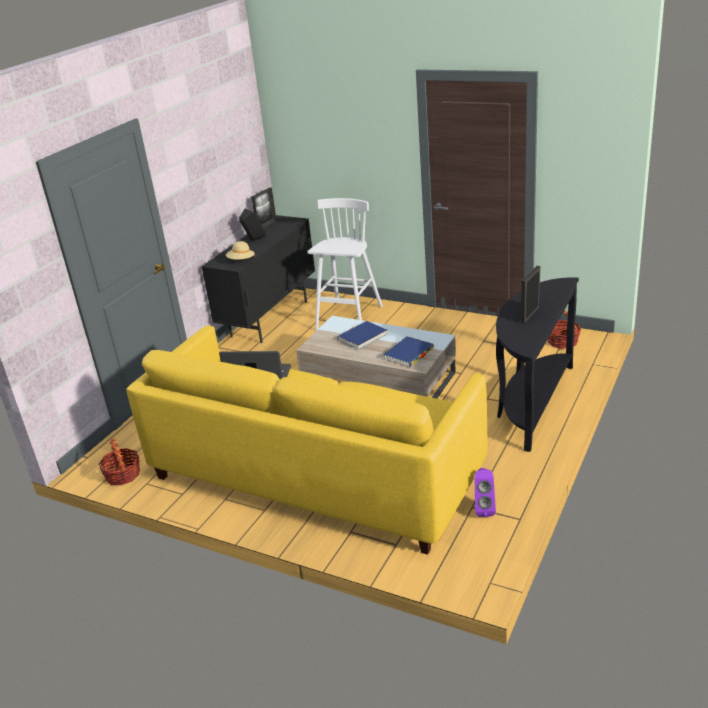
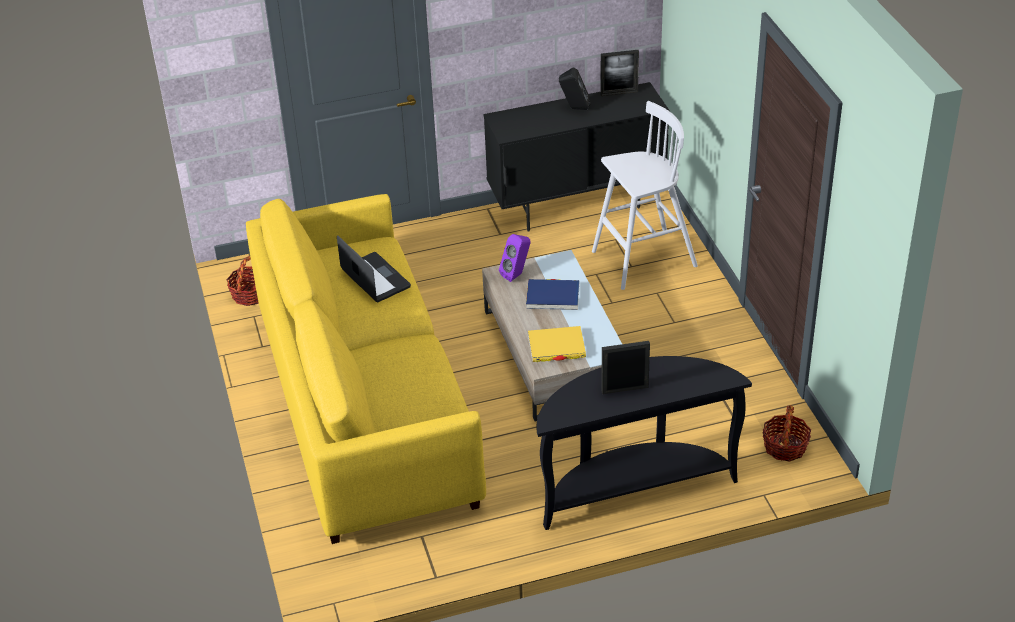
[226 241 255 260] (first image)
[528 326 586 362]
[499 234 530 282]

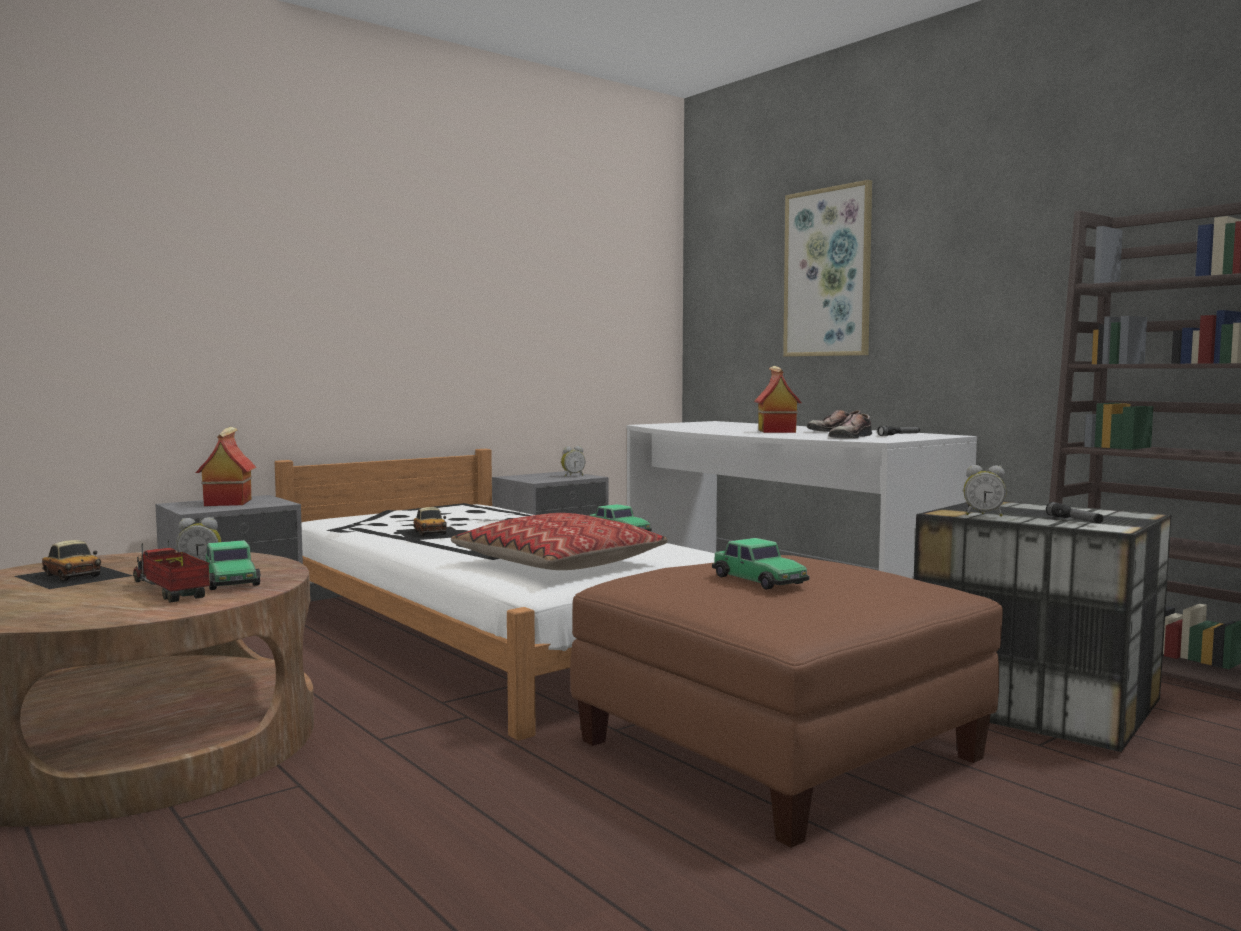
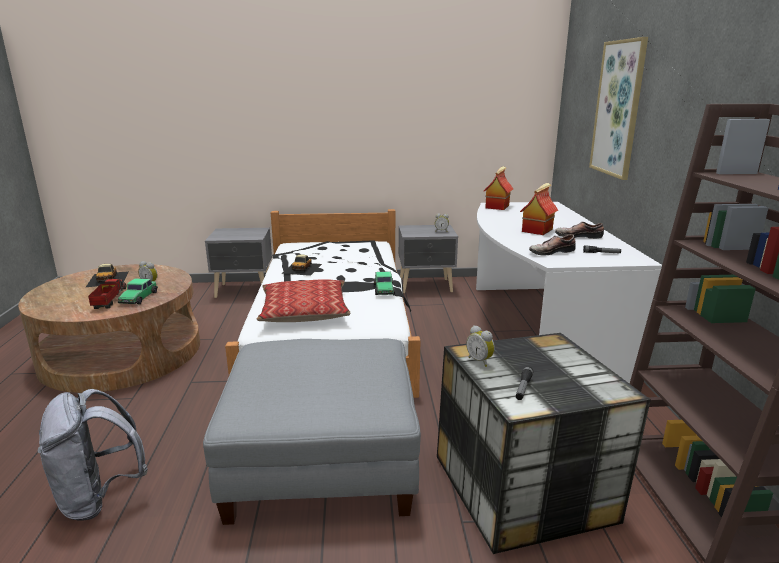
[484 166 513 210]
[712 538 809 590] (first image)
[203 339 421 525]
[38 389 148 521]

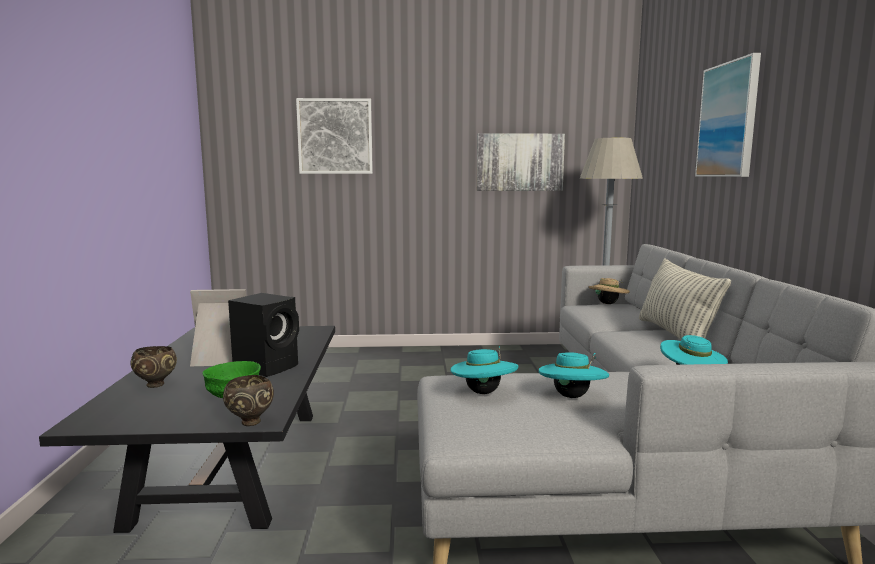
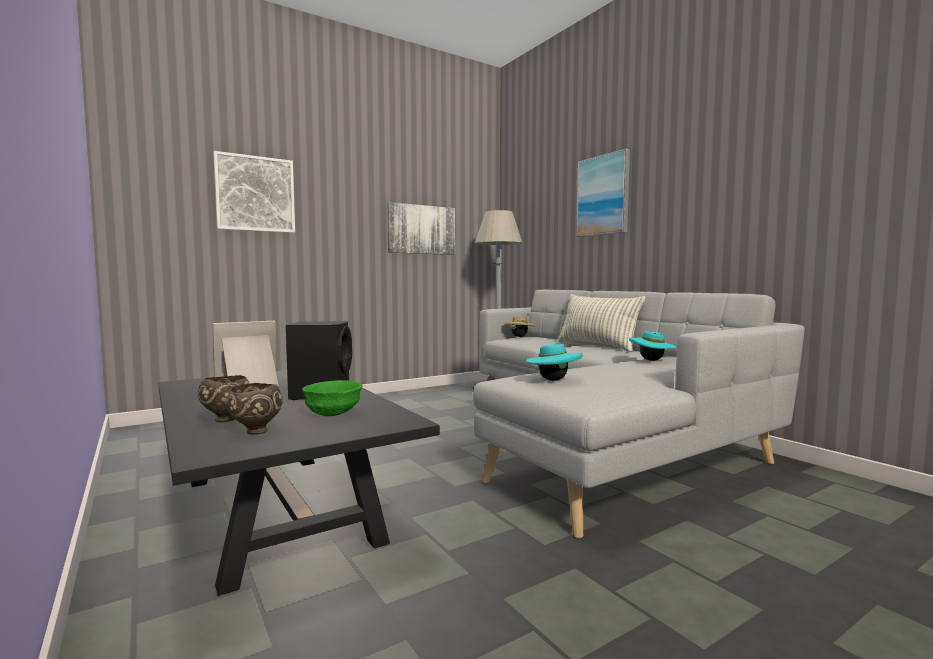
[538 352 609 398] (first image)
[226 383 283 435]

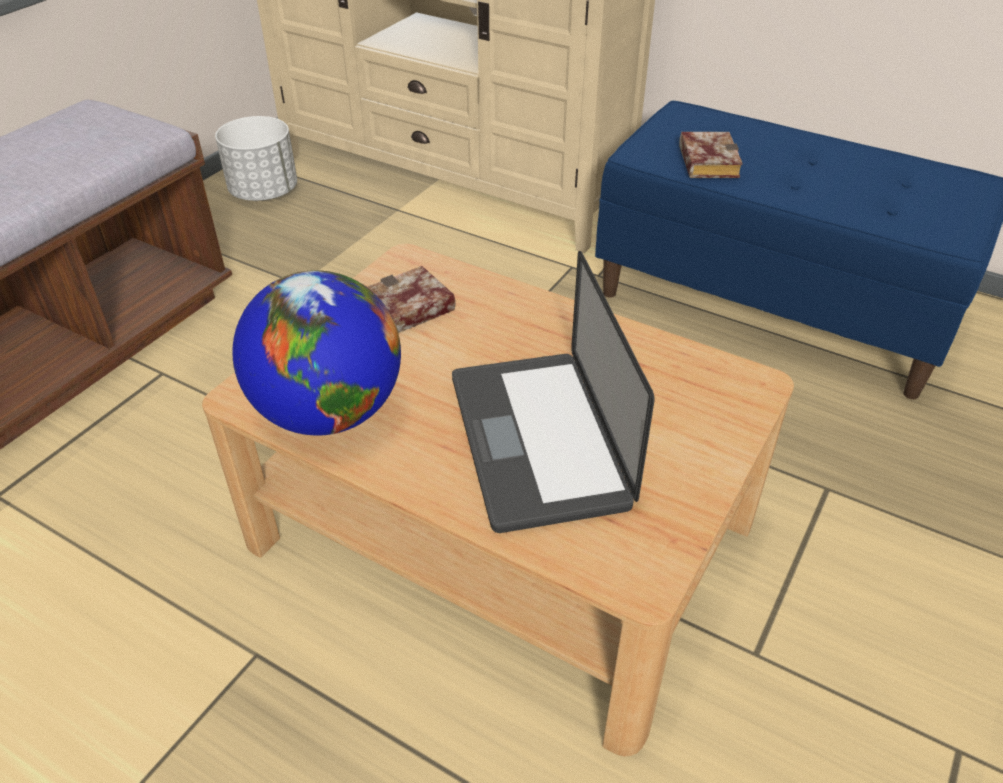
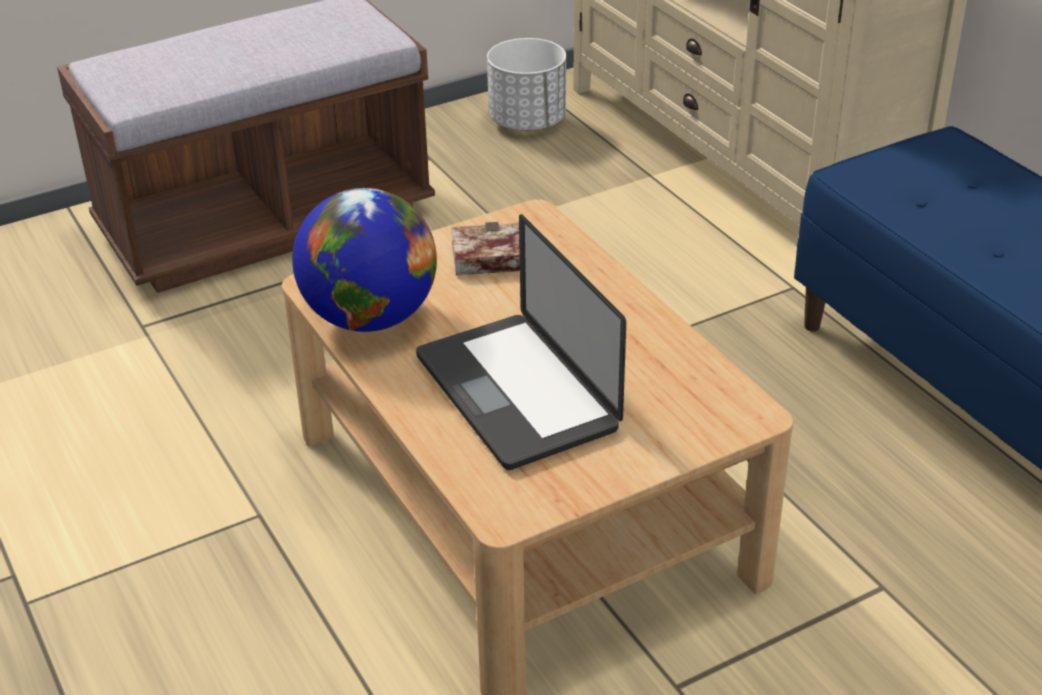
[679 132 743 178] (first image)
[416 214 626 470]

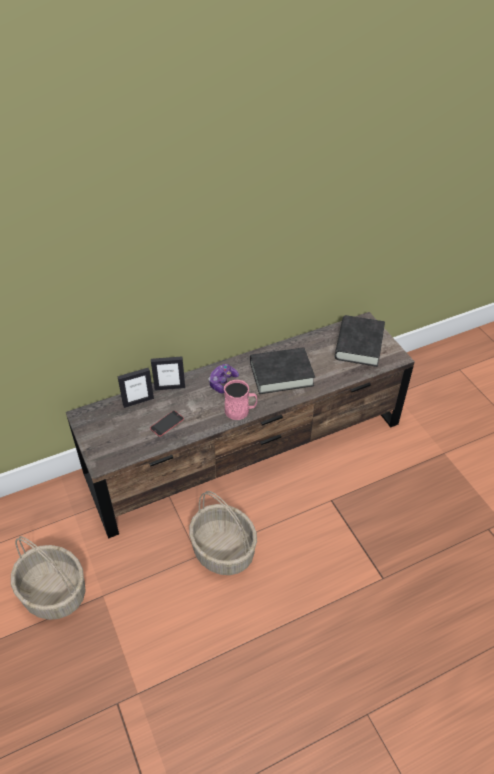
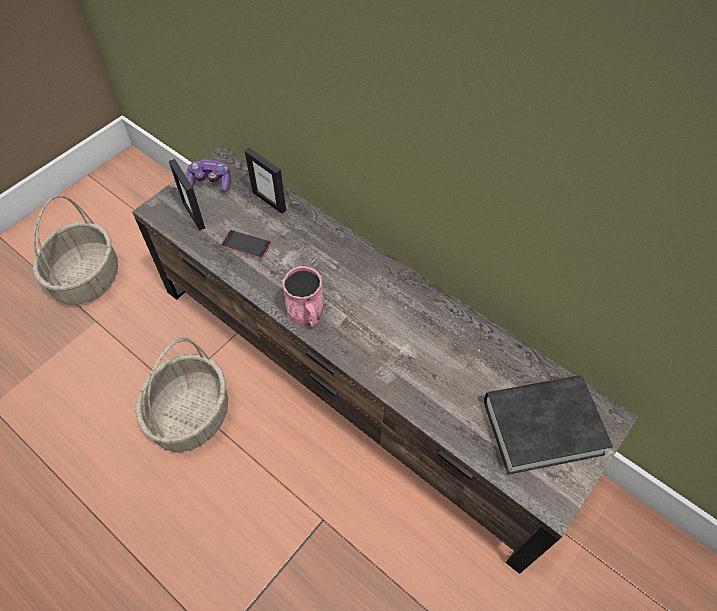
[250 347 315 394] (first image)
[169 159 205 231]
[186 160 231 192]

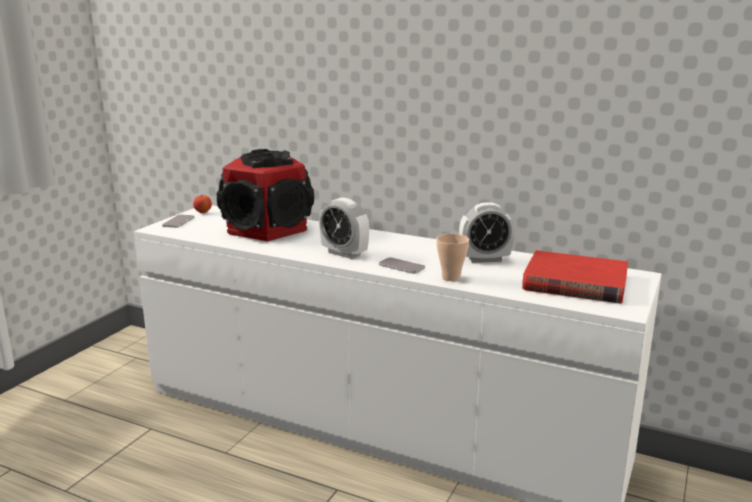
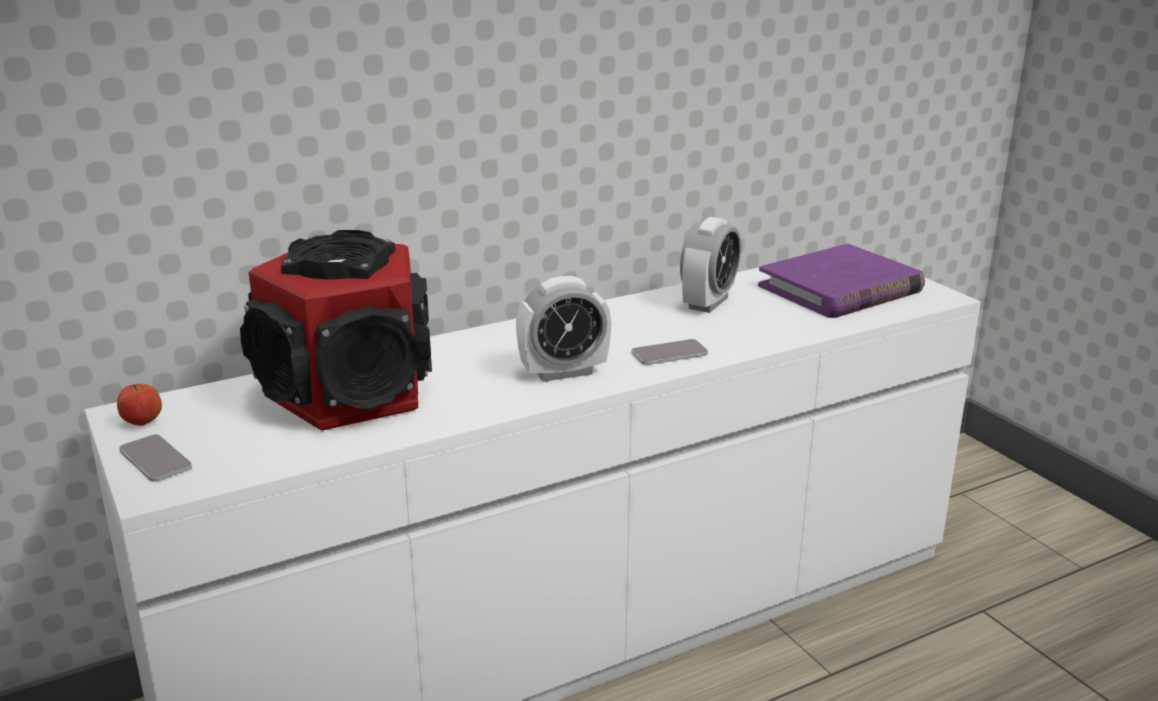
[436 234 469 281] (first image)
[758 244 925 318]

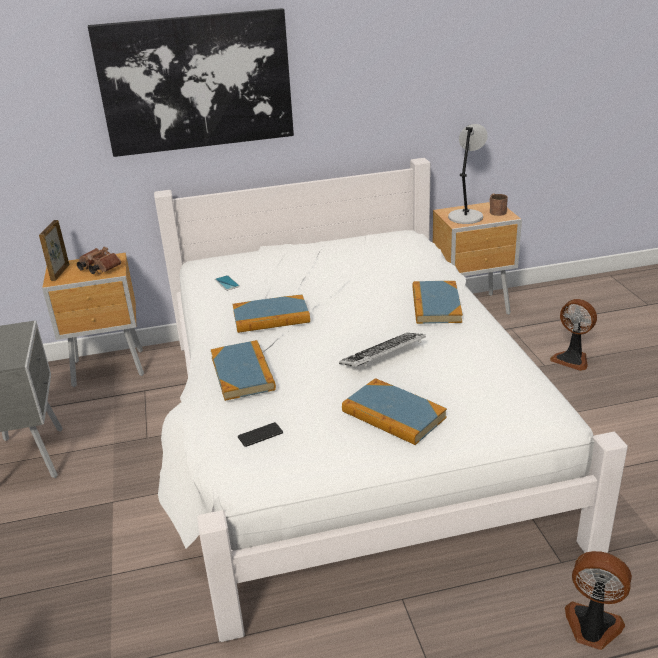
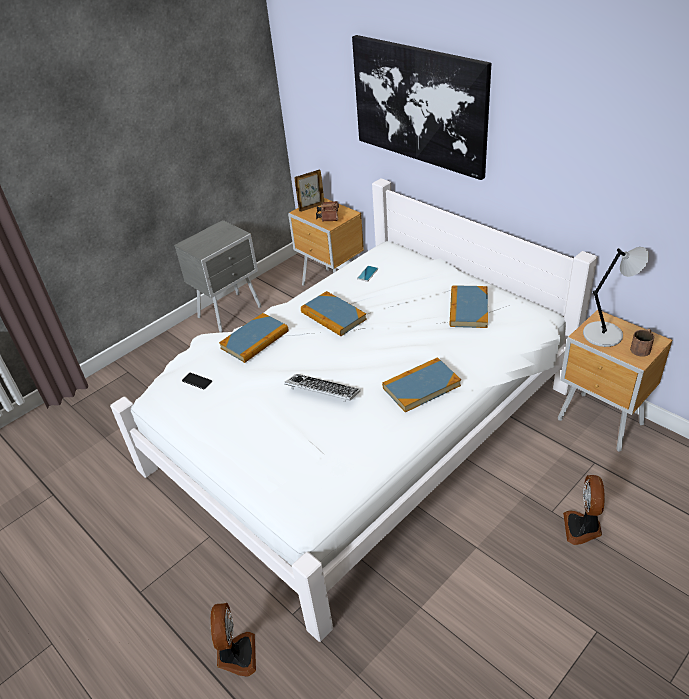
[450 285 488 328]

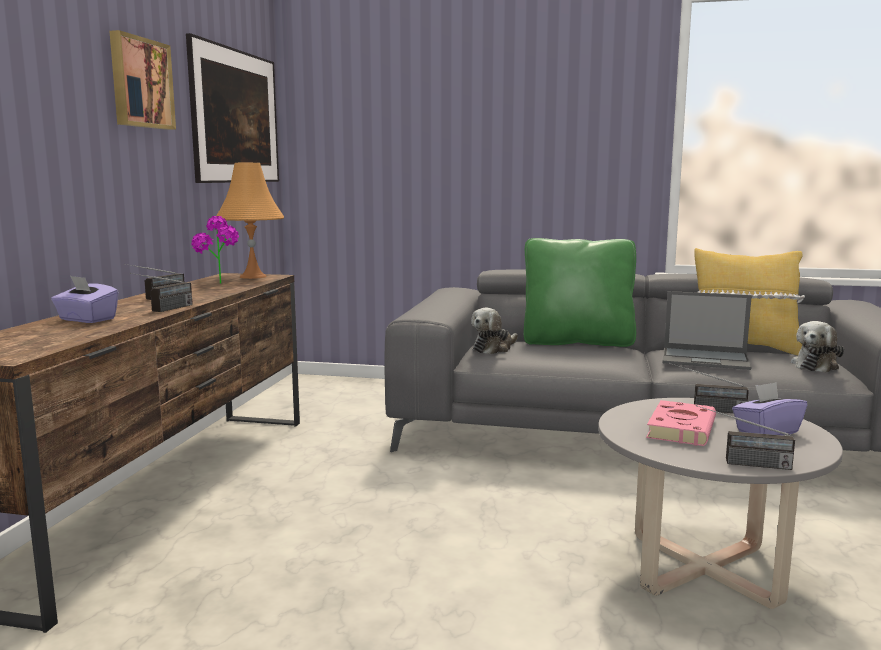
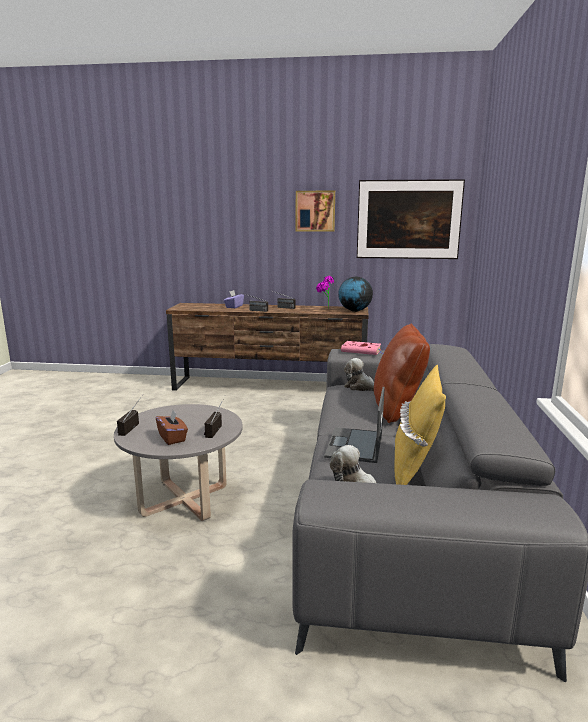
[338 277 373 312]
[374 324 430 423]
[156 410 188 445]
[341 341 384 355]

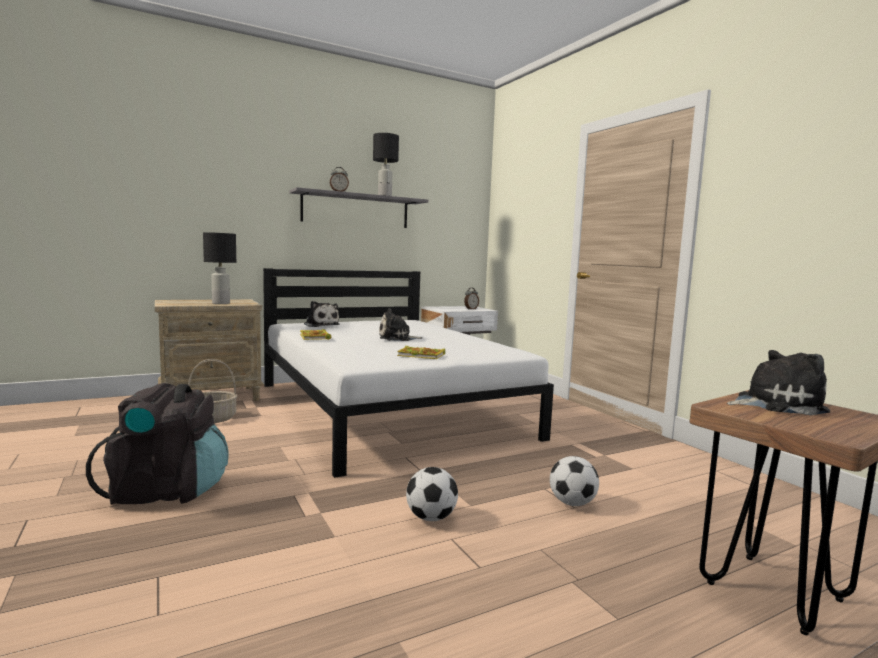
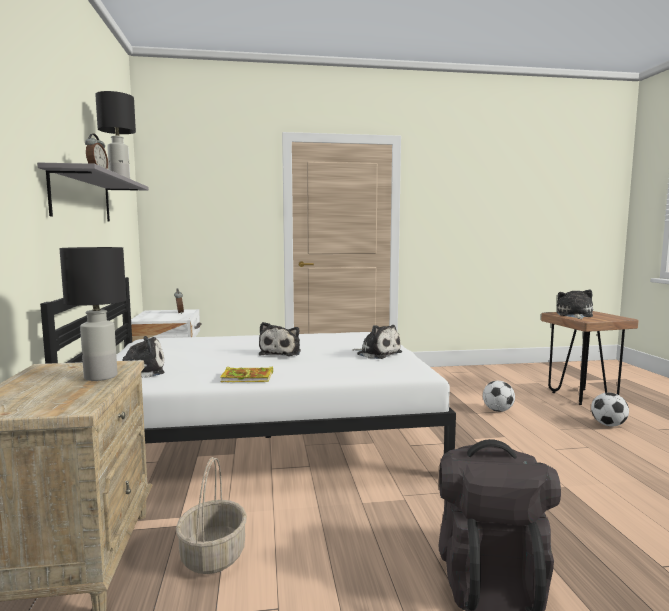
[354 325 402 359]
[591 393 629 426]

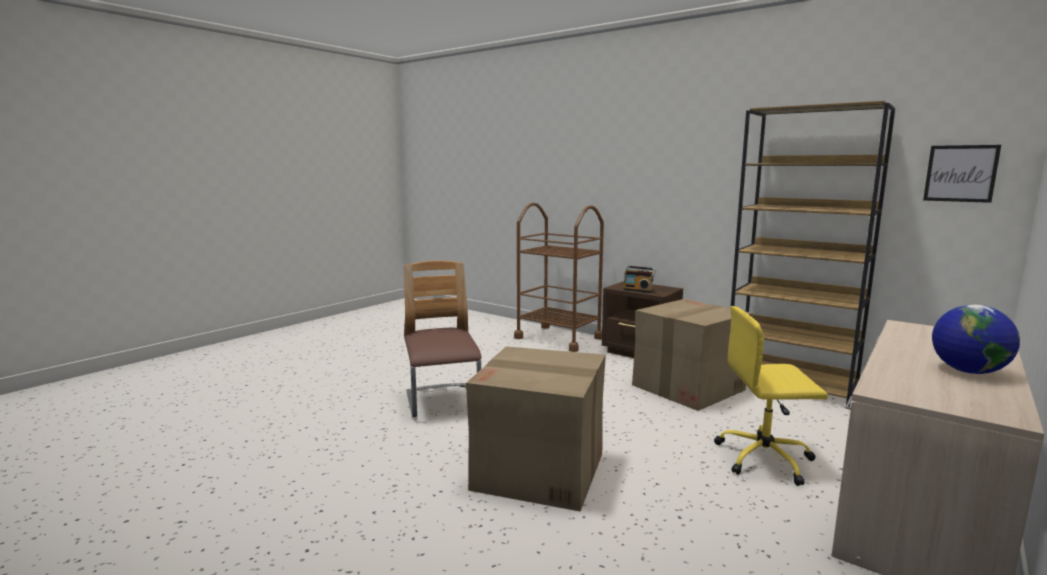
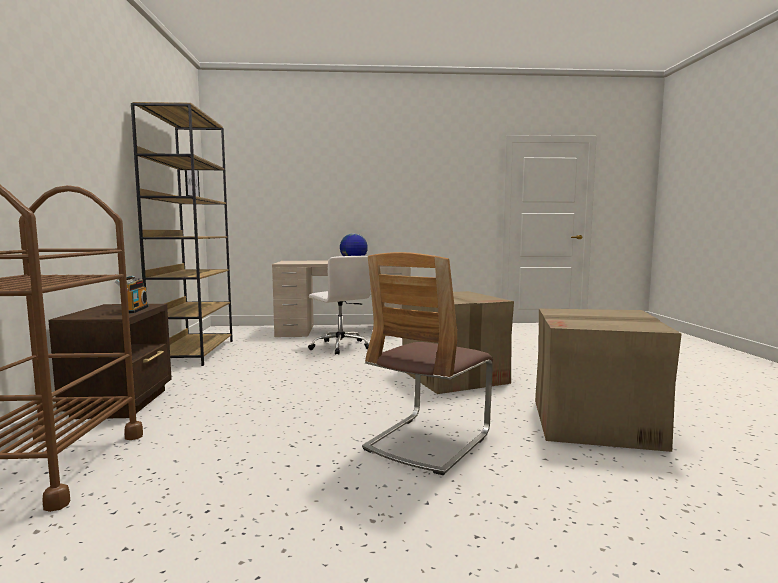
[535 309 682 452]
[308 256 371 355]

